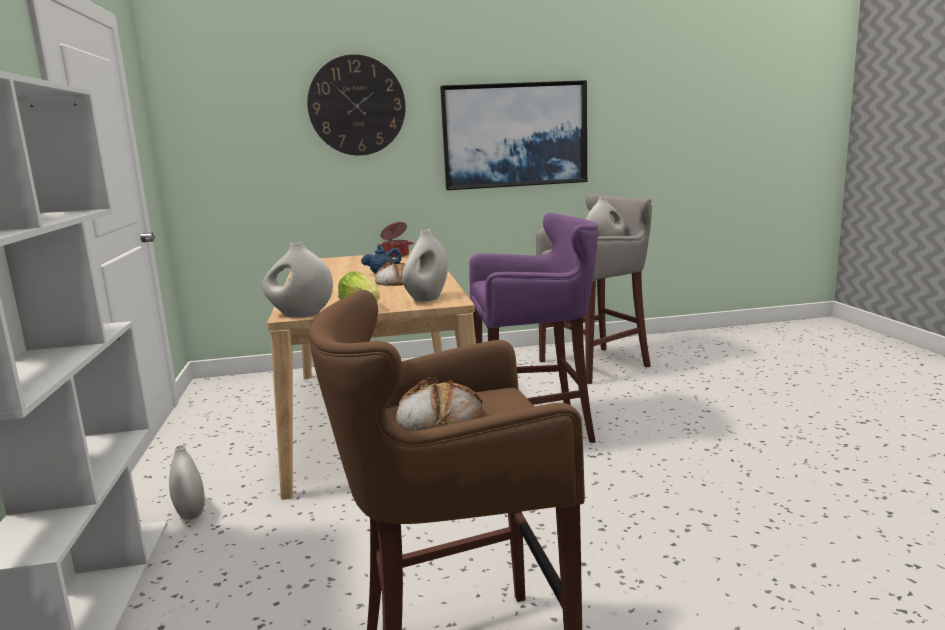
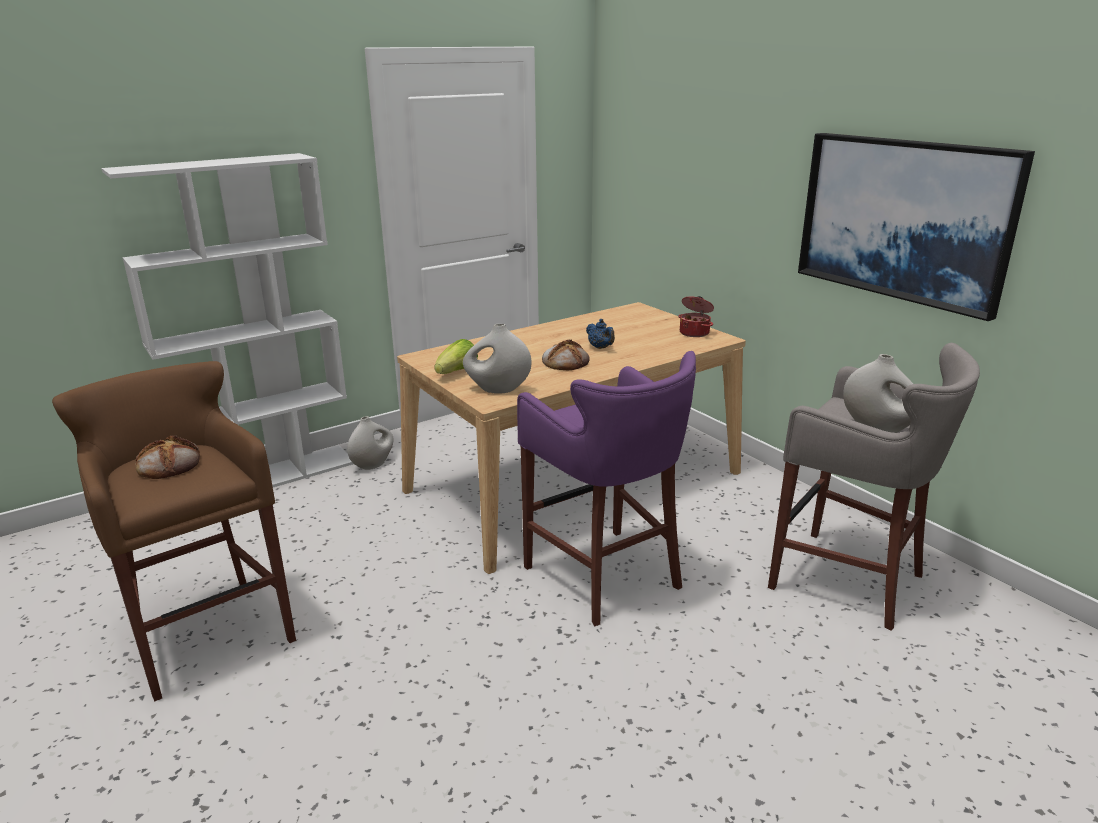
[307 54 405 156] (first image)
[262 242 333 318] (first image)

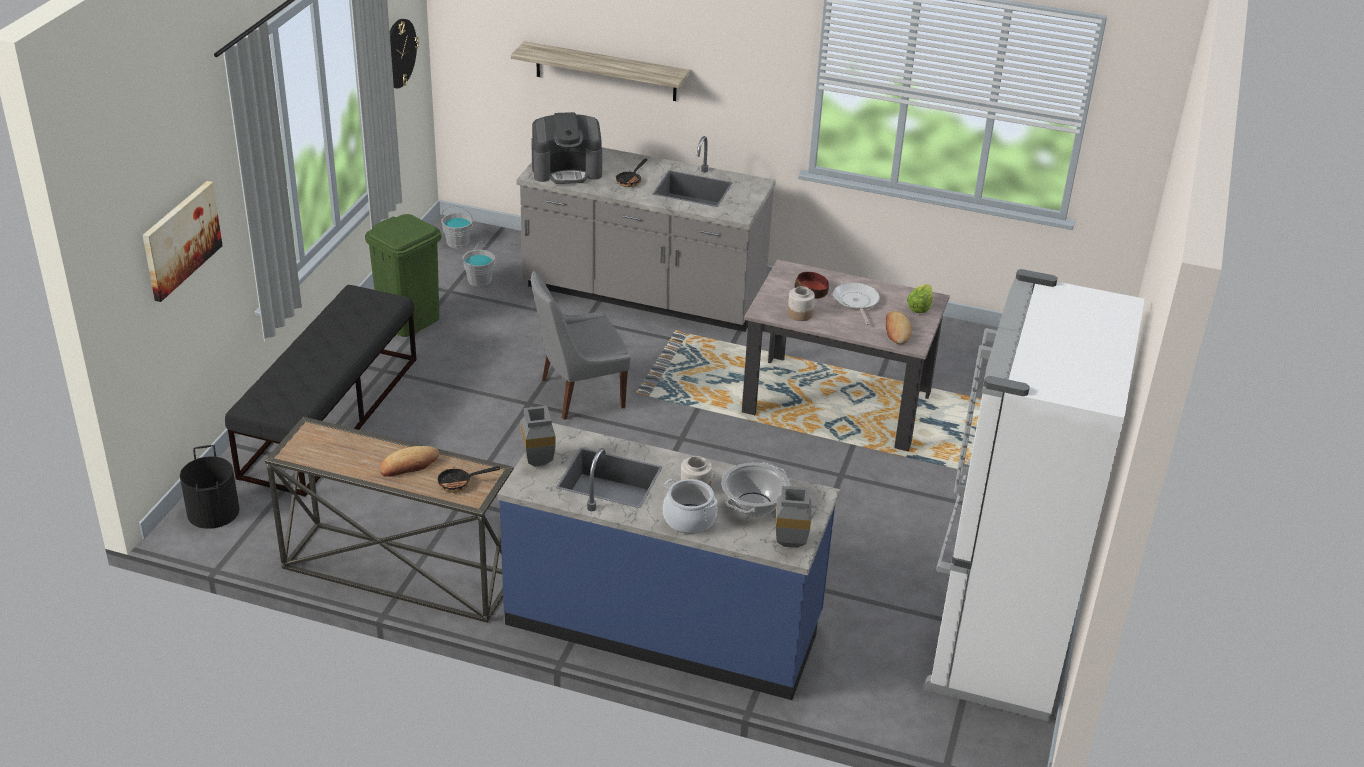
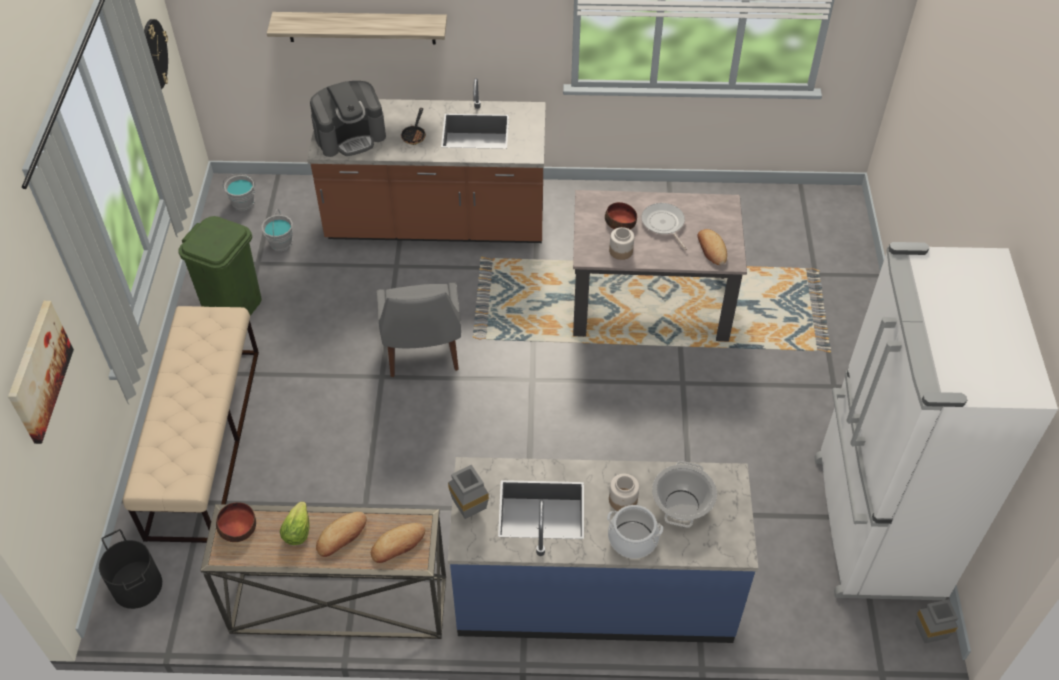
[307 78 546 243]
[376 282 461 377]
[280 501 310 545]
[123 306 259 543]
[371 523 425 563]
[915 599 958 643]
[216 502 256 542]

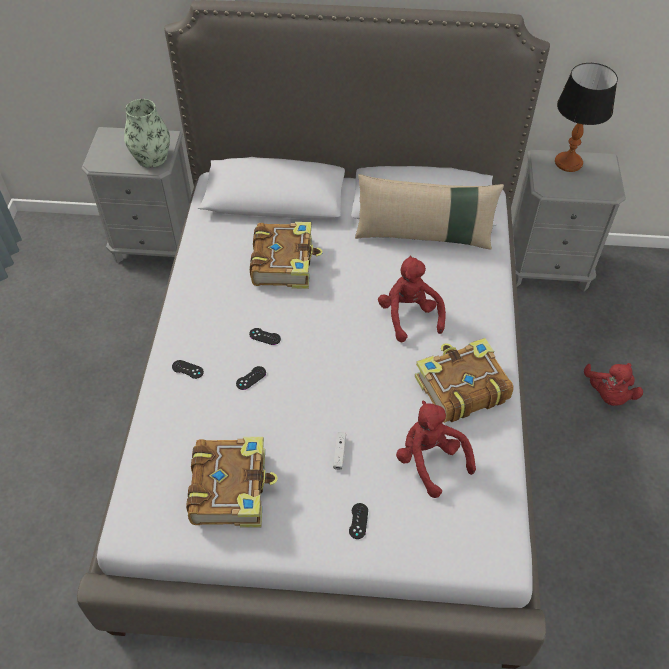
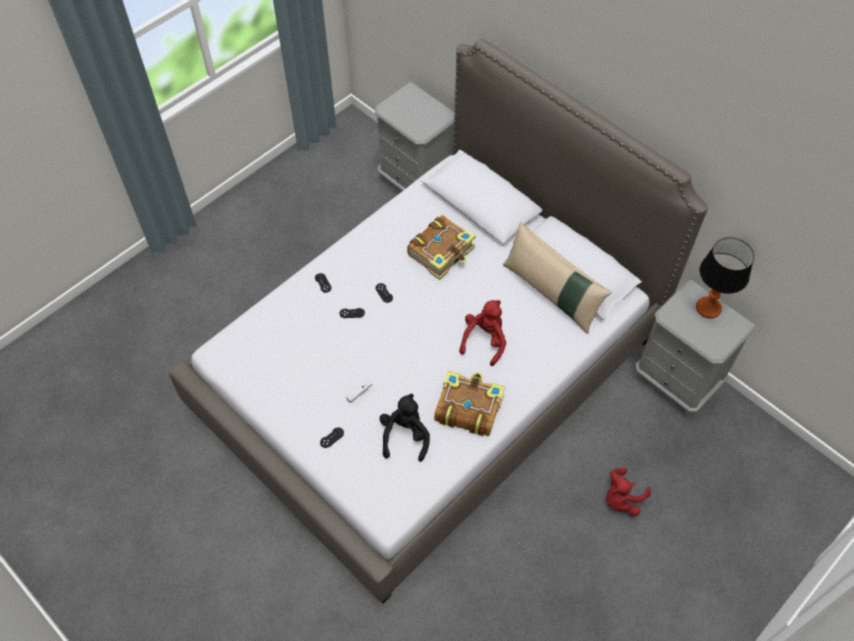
[124 99 170 168] (first image)
[379 393 430 462]
[186 437 278 528] (first image)

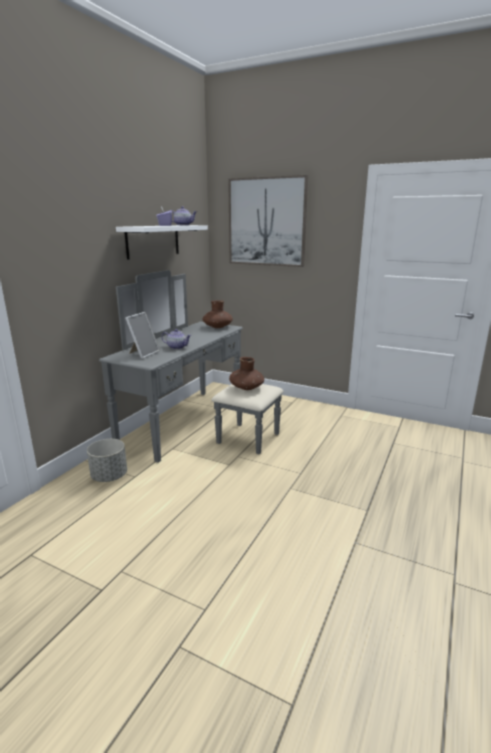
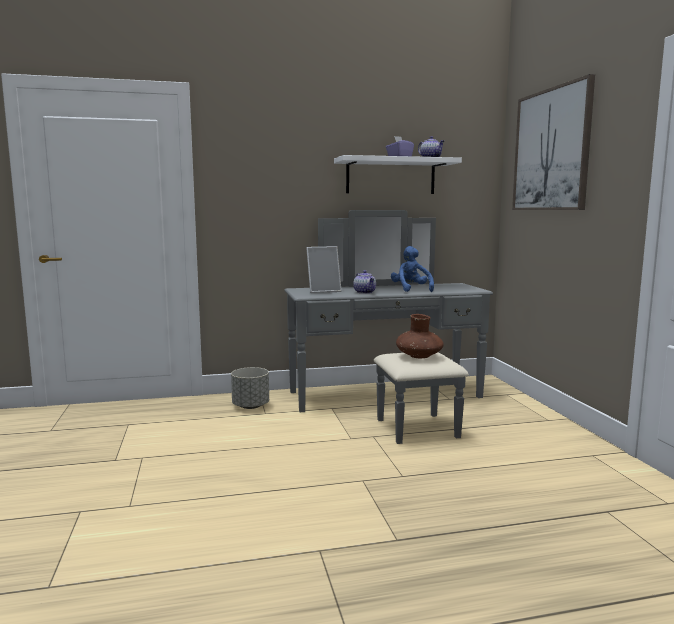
[203 301 233 328] (first image)
[391 246 434 292]

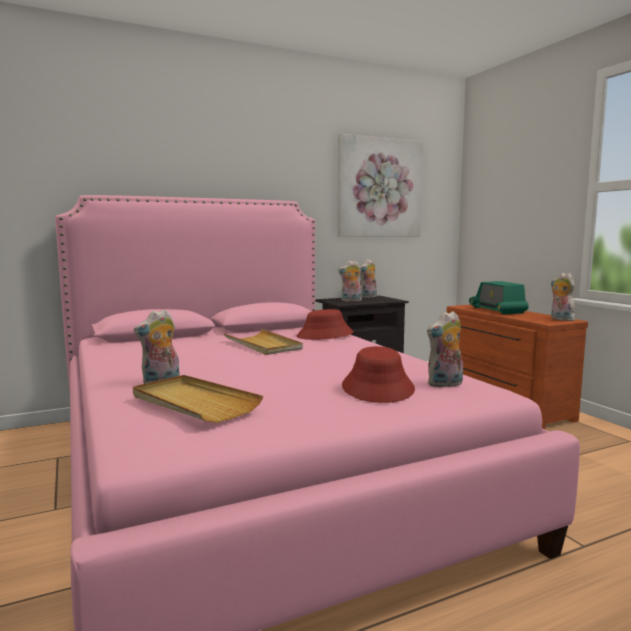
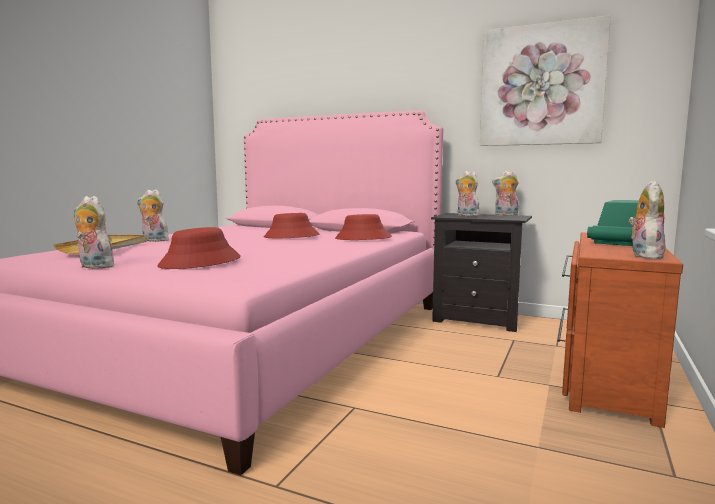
[74 196 114 269]
[264 213 320 238]

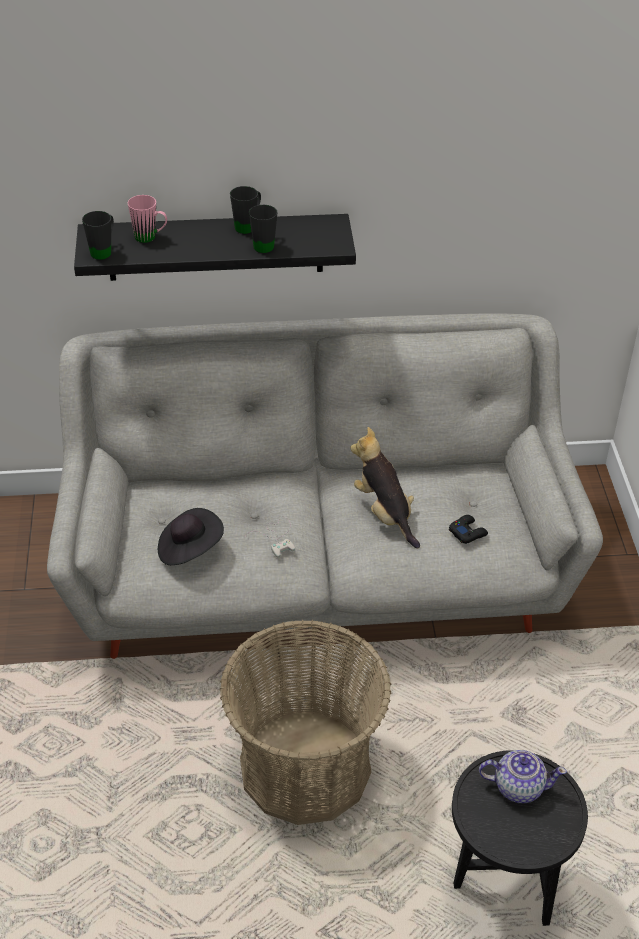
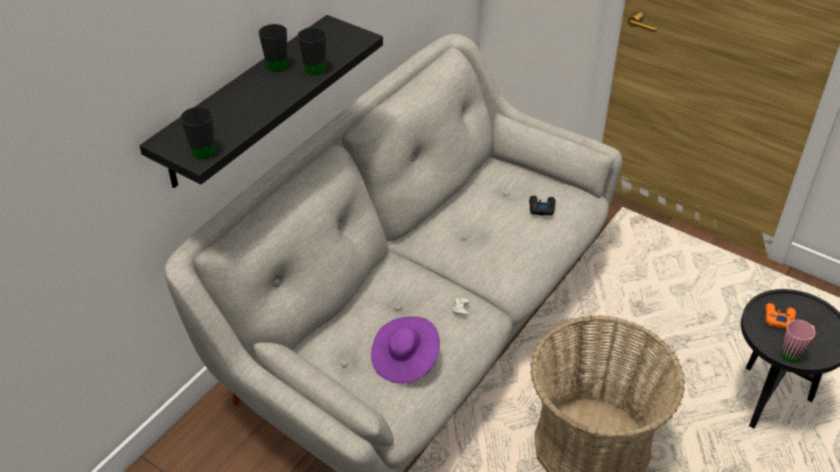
[781 320 815 362]
[350 427 420 548] (first image)
[371 316 440 384]
[766 303 796 329]

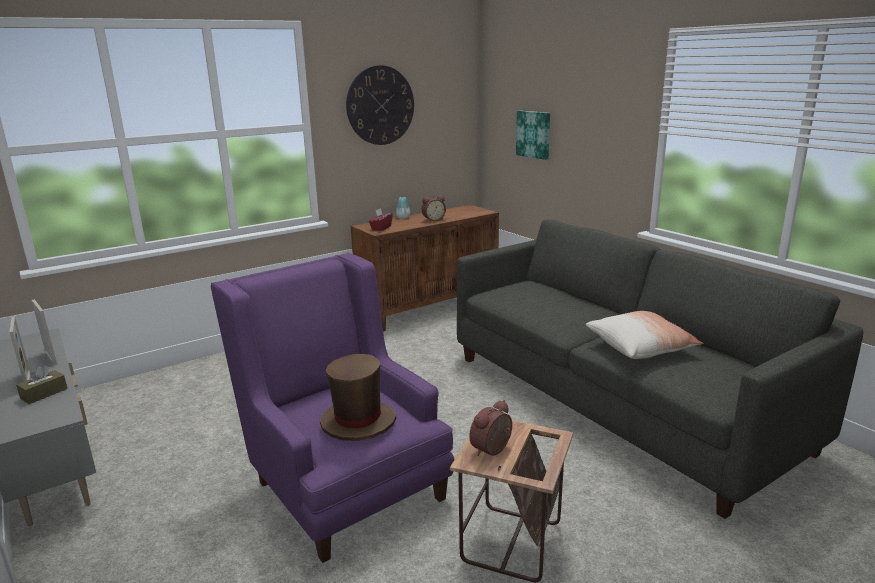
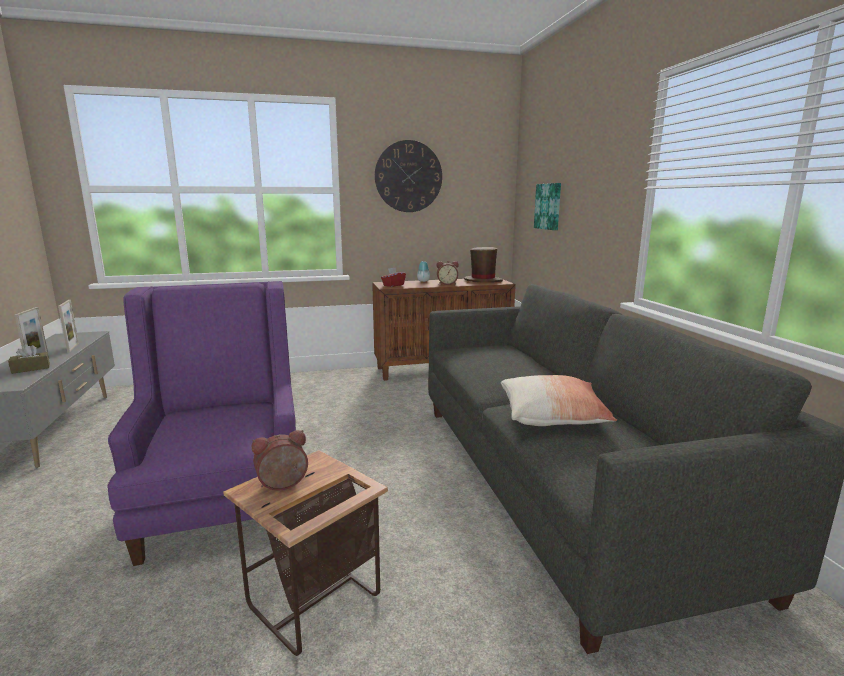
[464 247 503 283]

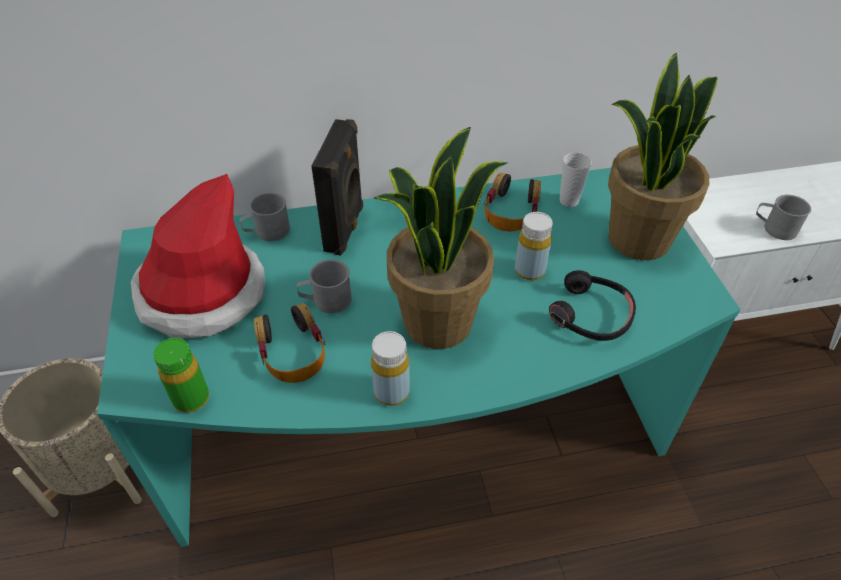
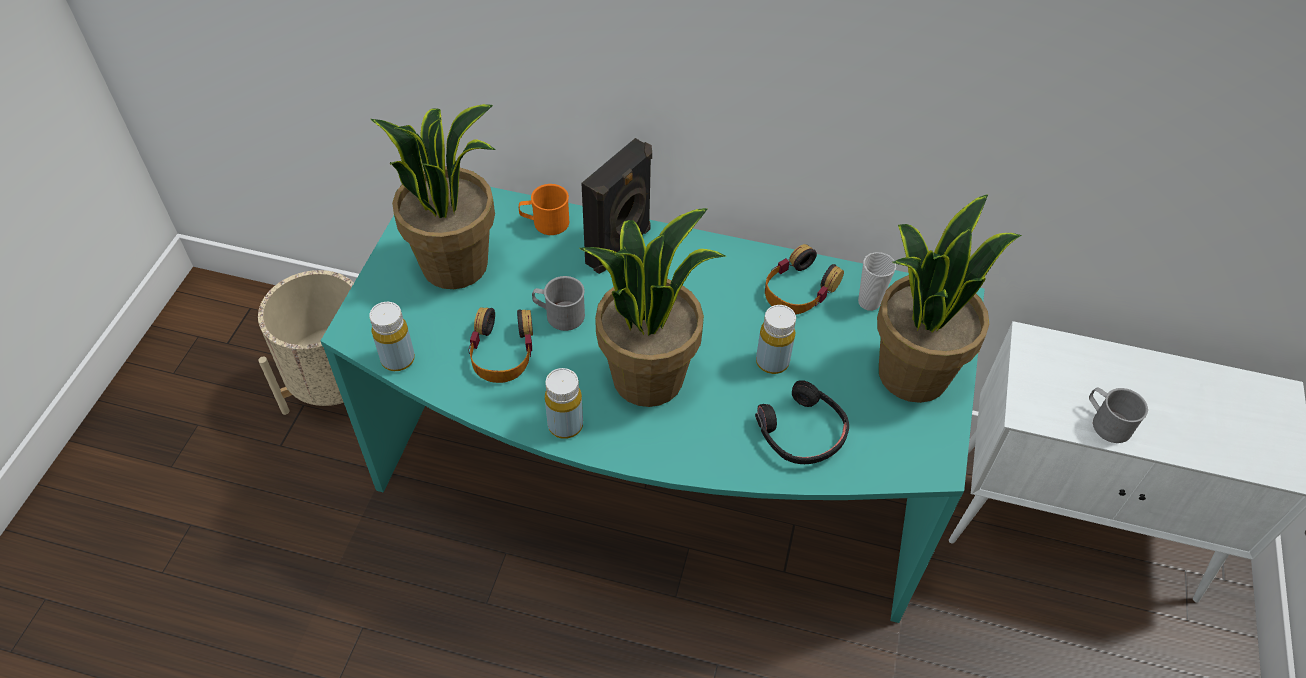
[371 104 496 289]
[519 184 569 235]
[369 302 415 371]

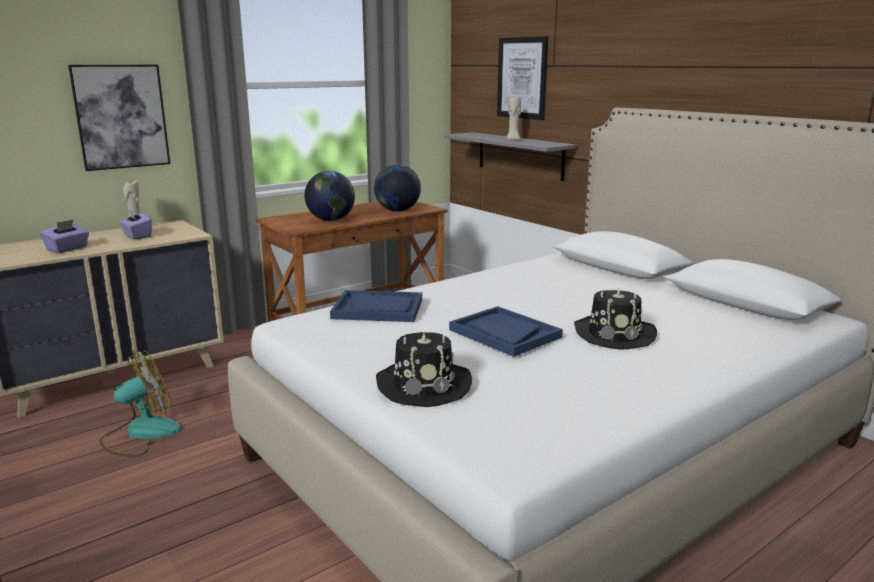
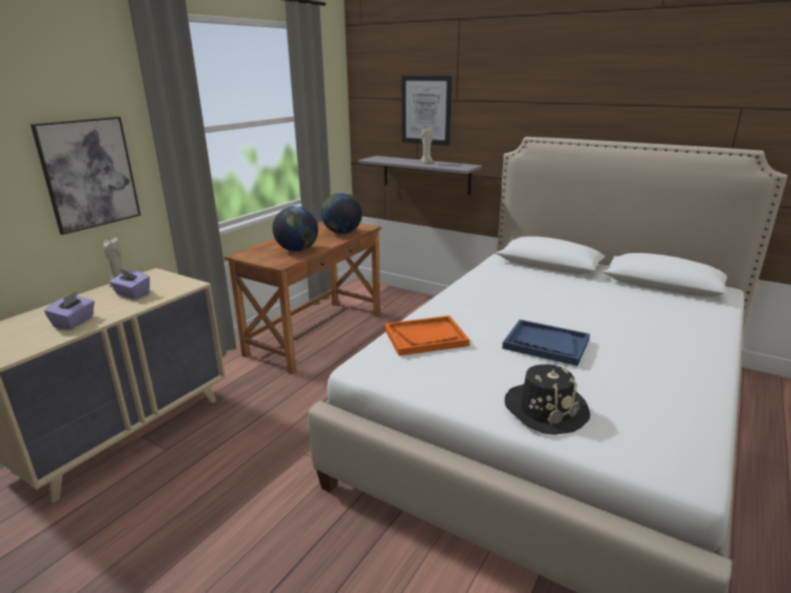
[574 289 657 350] (first image)
[385 315 470 356]
[100 350 181 457] (first image)

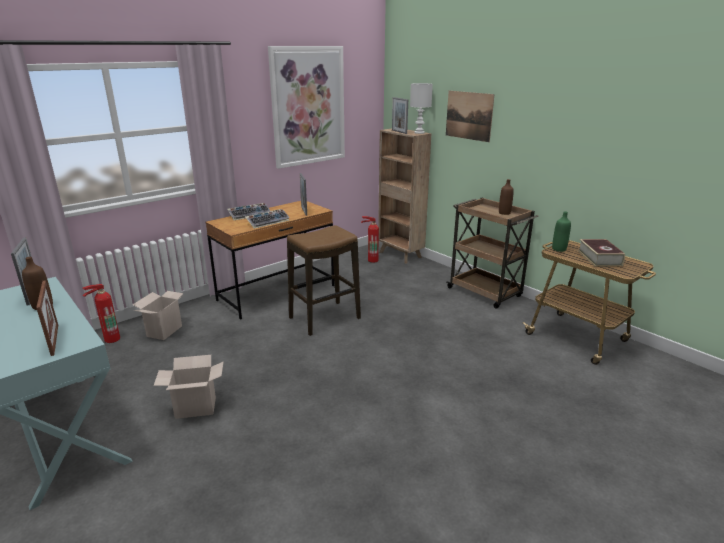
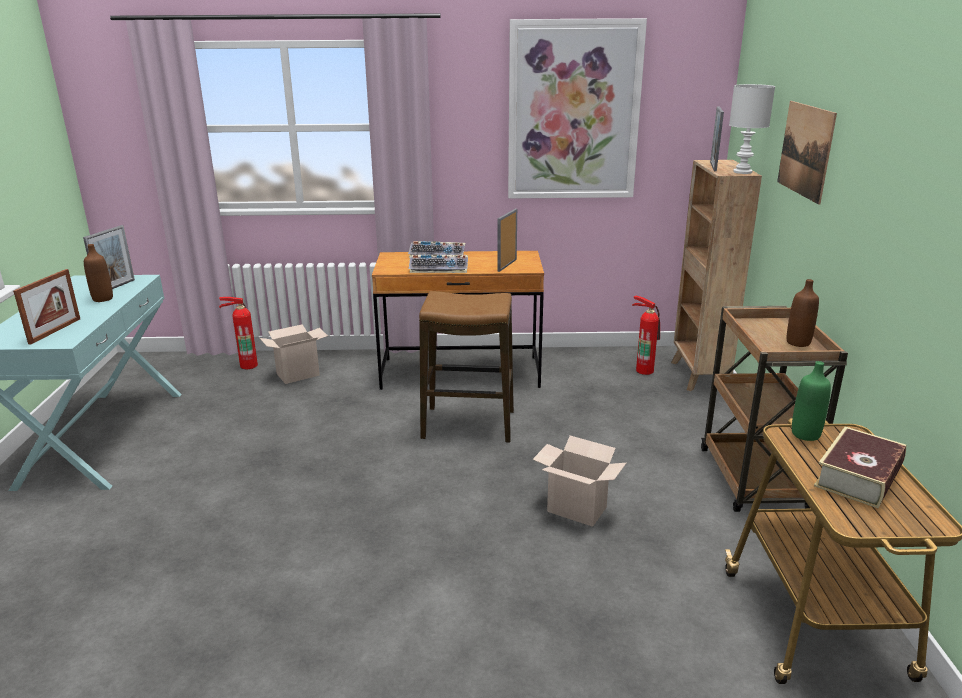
[533 436 626 527]

